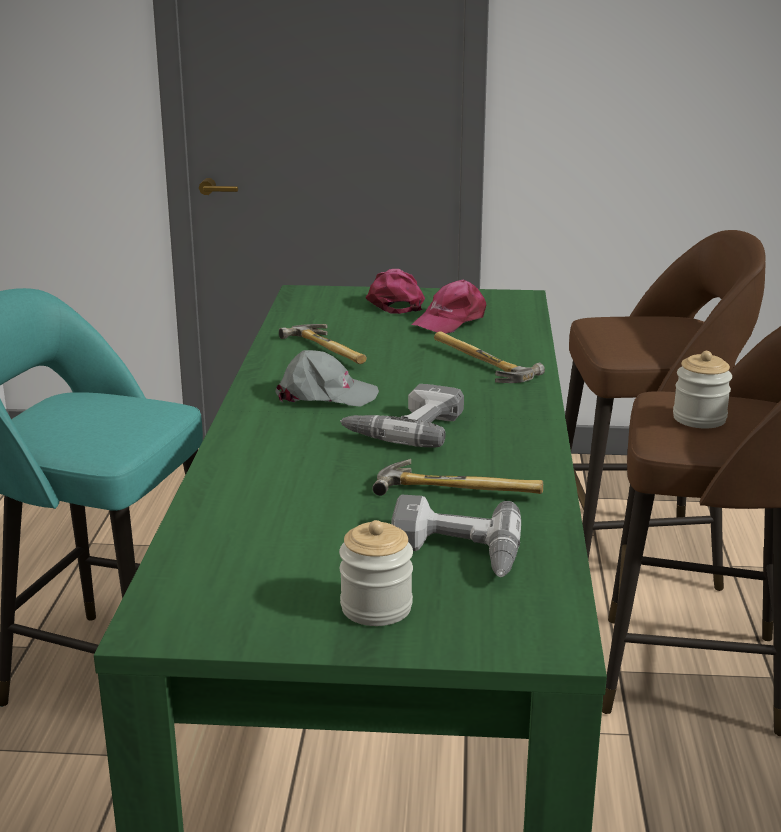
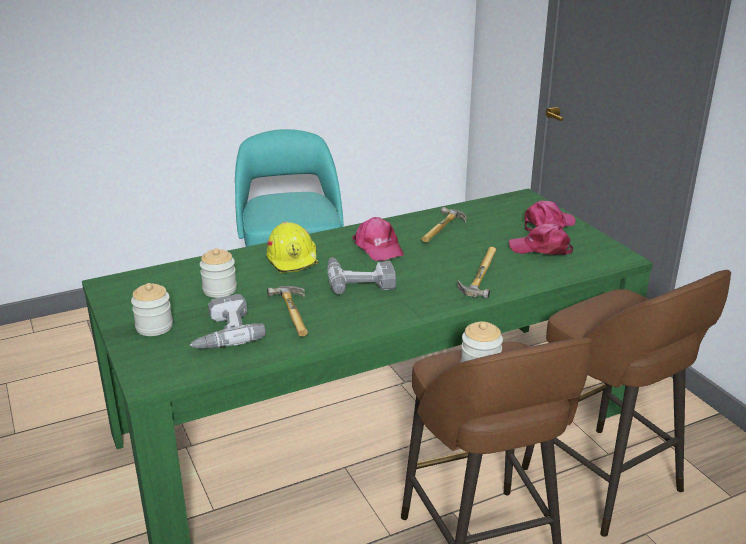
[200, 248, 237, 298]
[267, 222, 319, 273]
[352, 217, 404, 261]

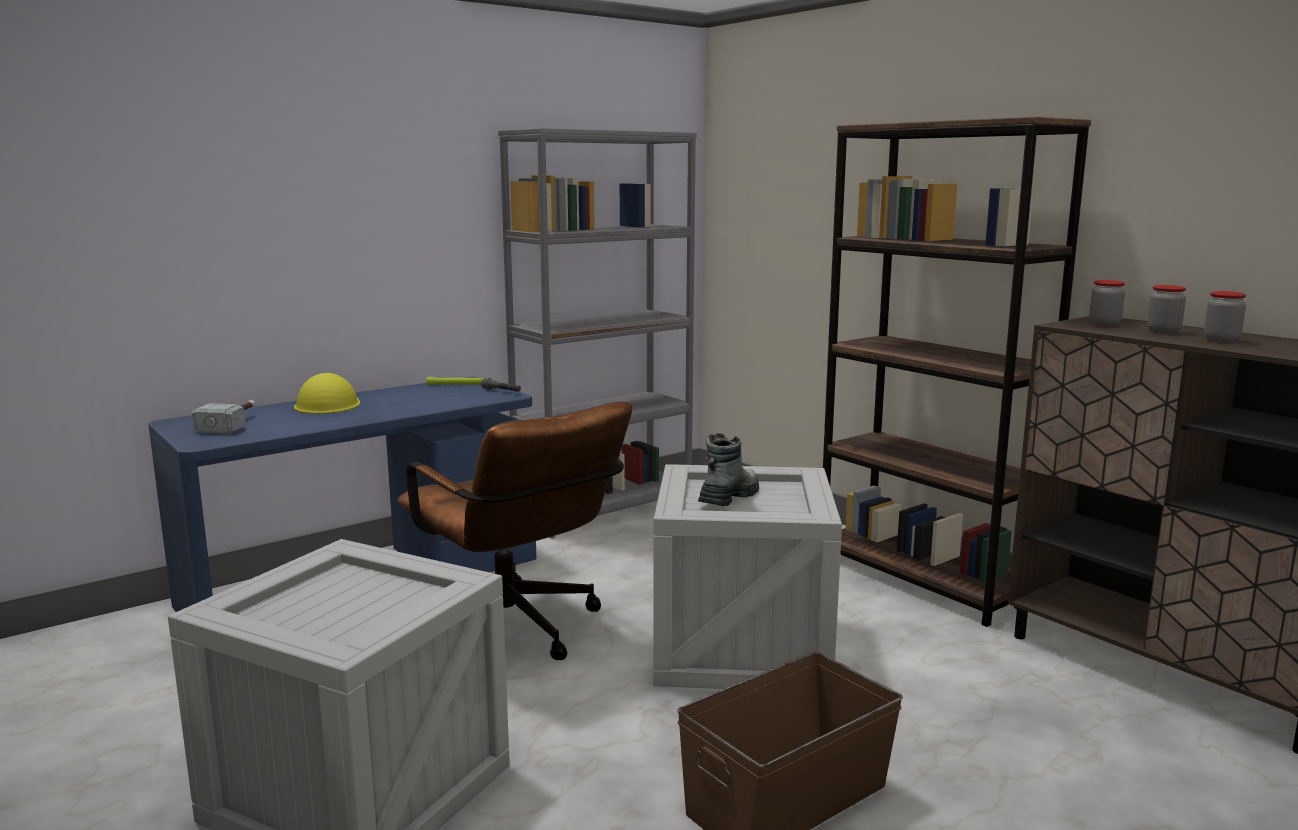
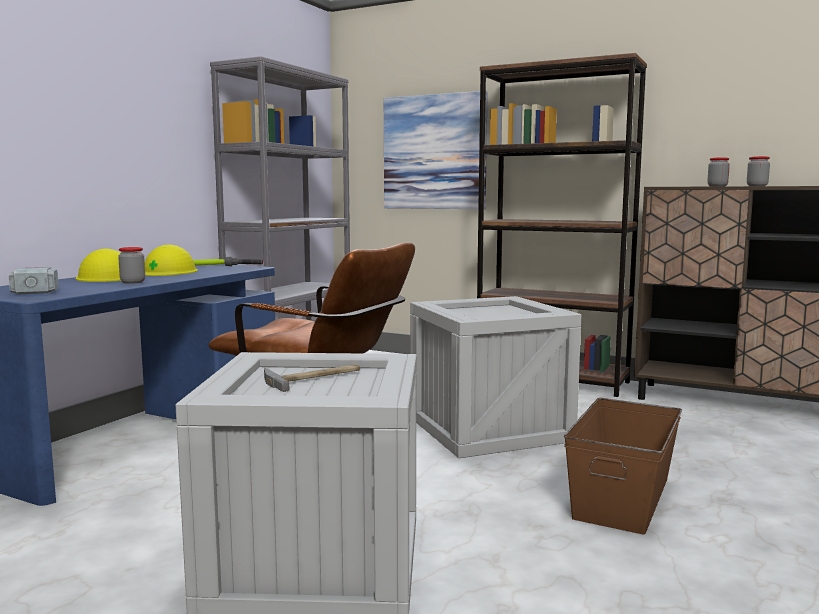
[698, 433, 759, 506] (first image)
[145, 245, 198, 276]
[264, 365, 360, 392]
[384, 91, 488, 209]
[118, 247, 145, 284]

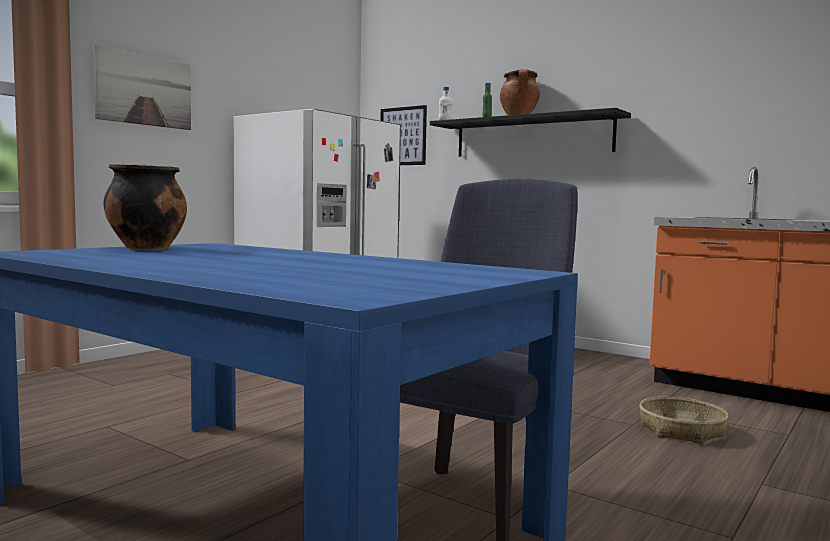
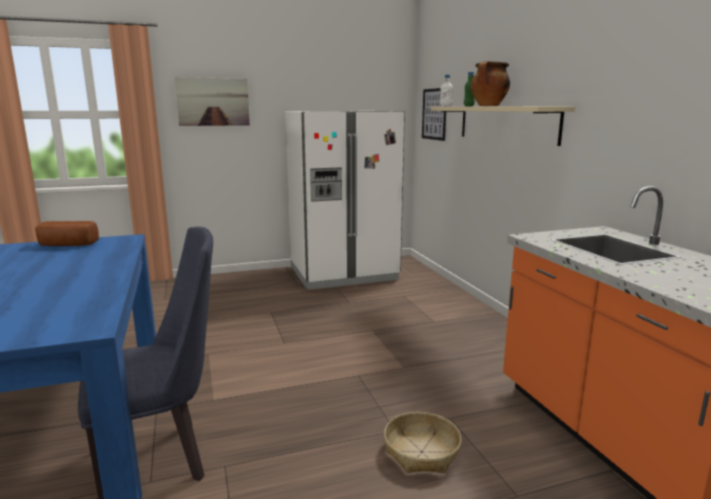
[35, 221, 99, 246]
[431, 106, 575, 146]

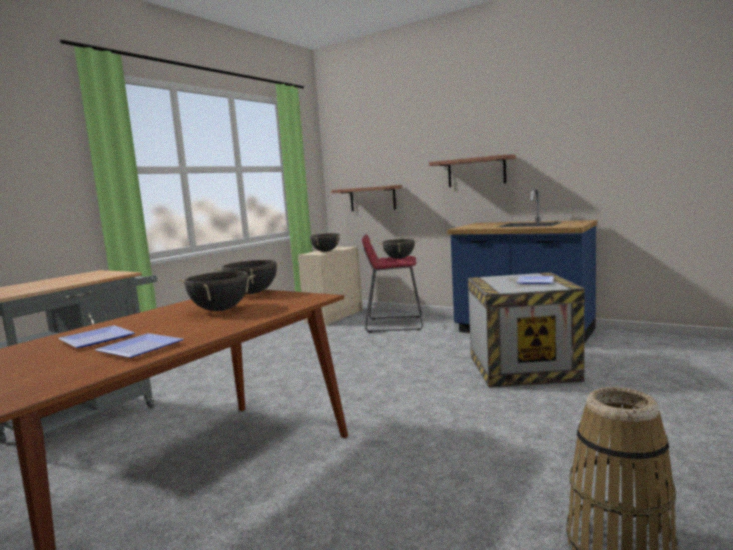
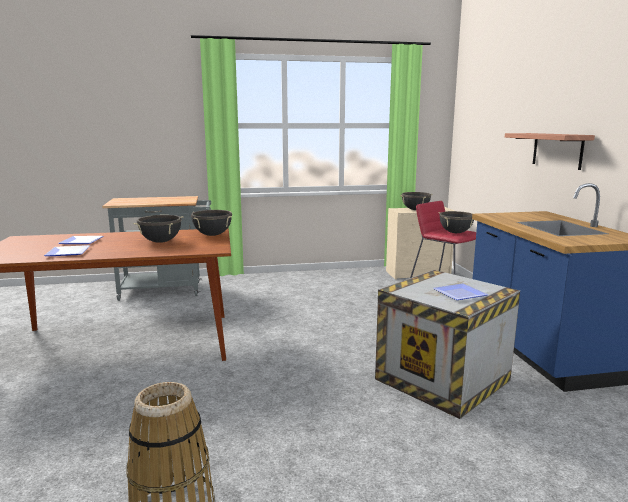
[331, 185, 402, 211] (first image)

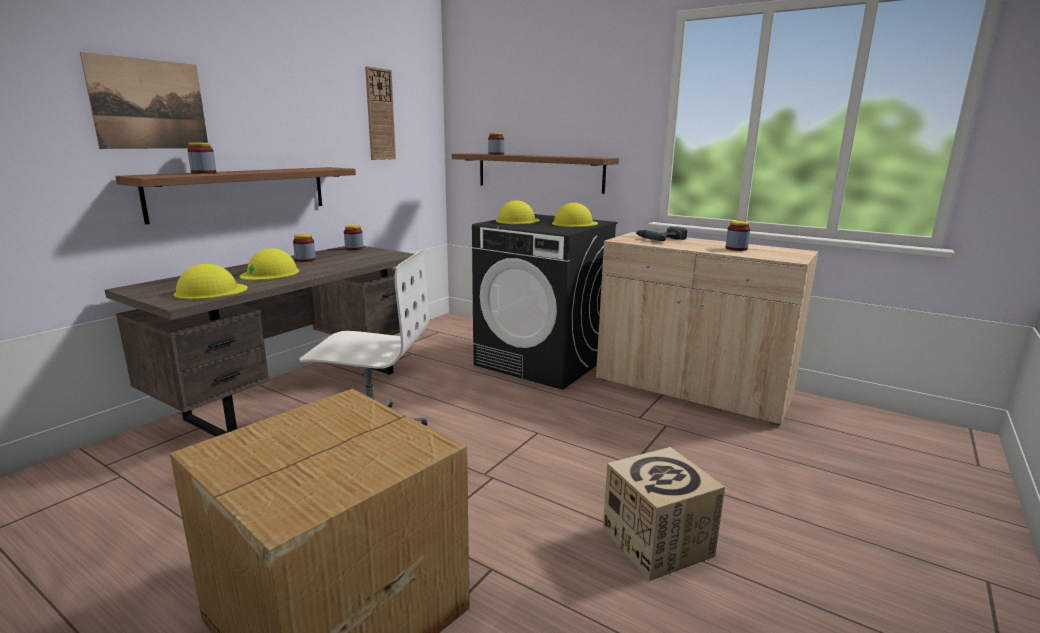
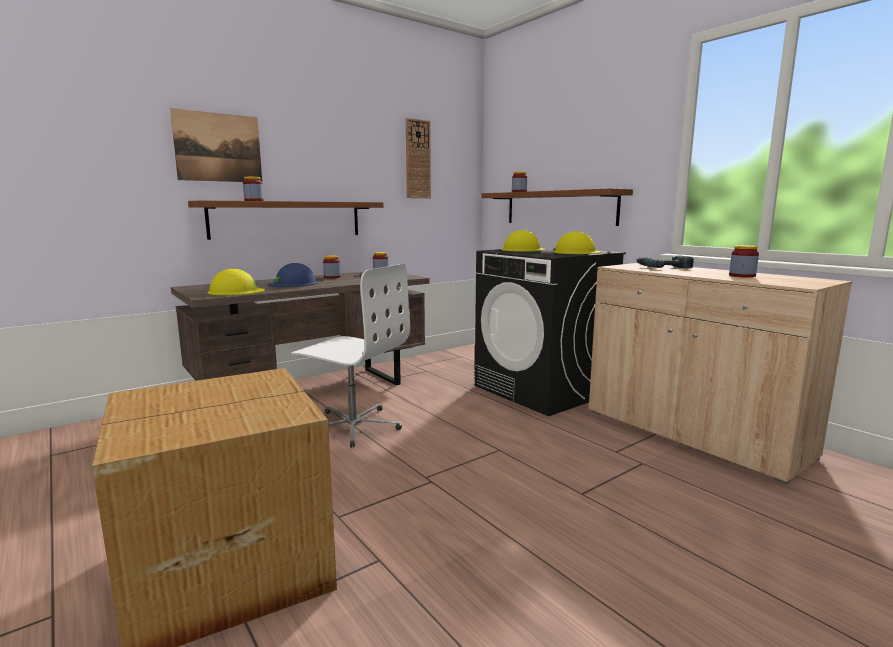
[603, 447, 725, 581] (first image)
[268, 263, 318, 287]

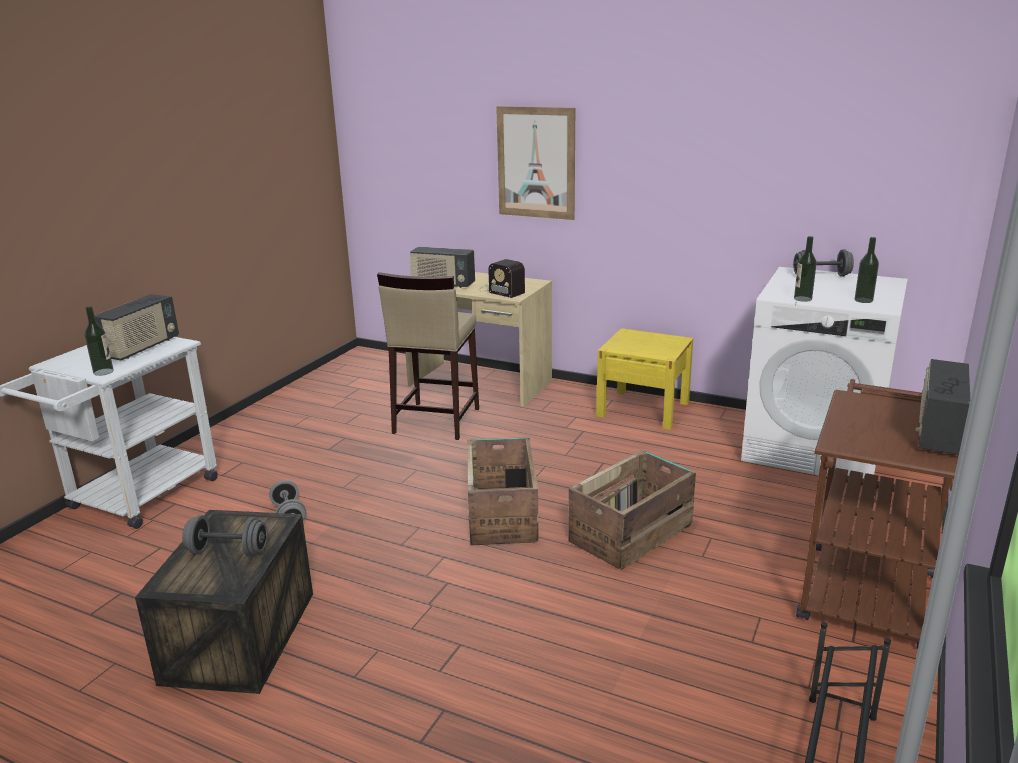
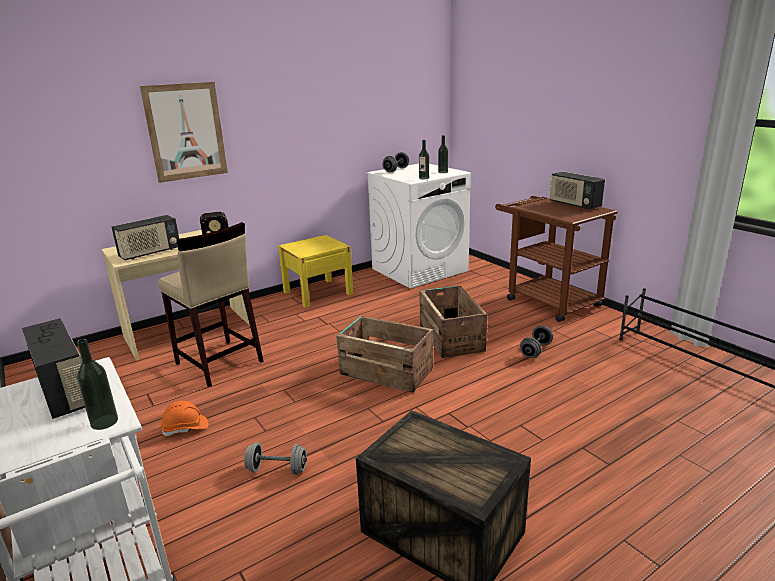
[161, 401, 208, 436]
[520, 325, 553, 358]

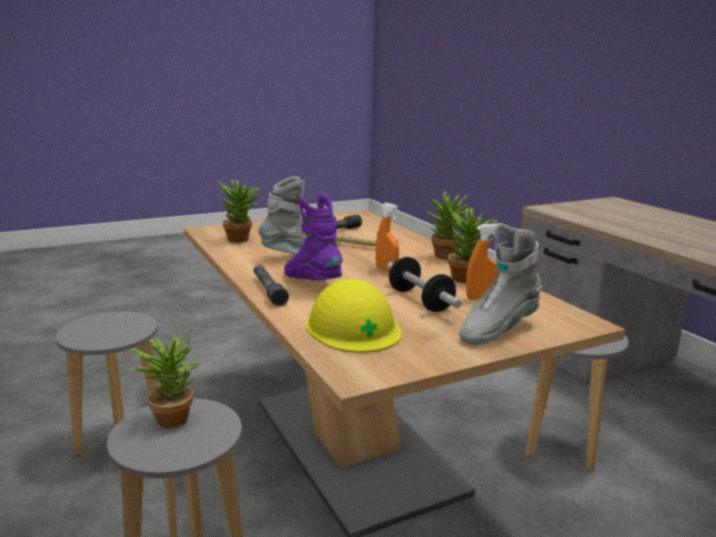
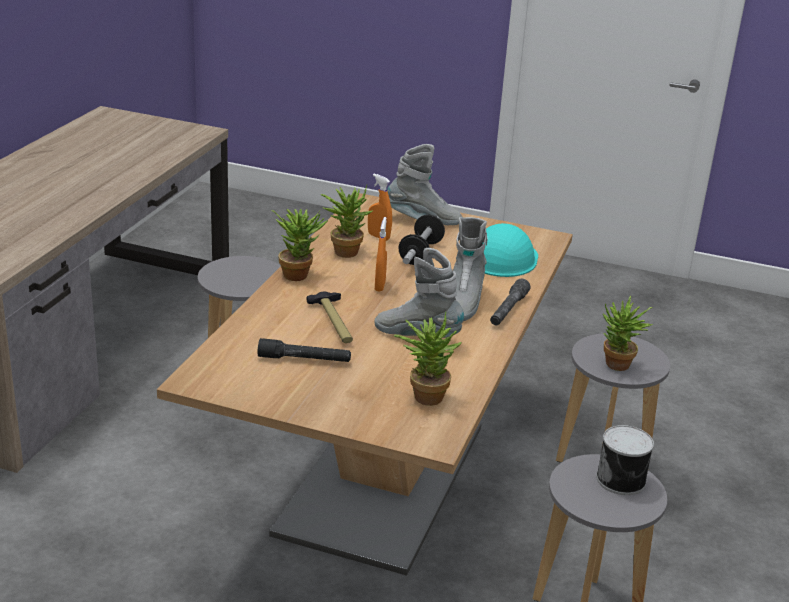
[596, 425, 654, 495]
[453, 217, 487, 321]
[482, 223, 538, 277]

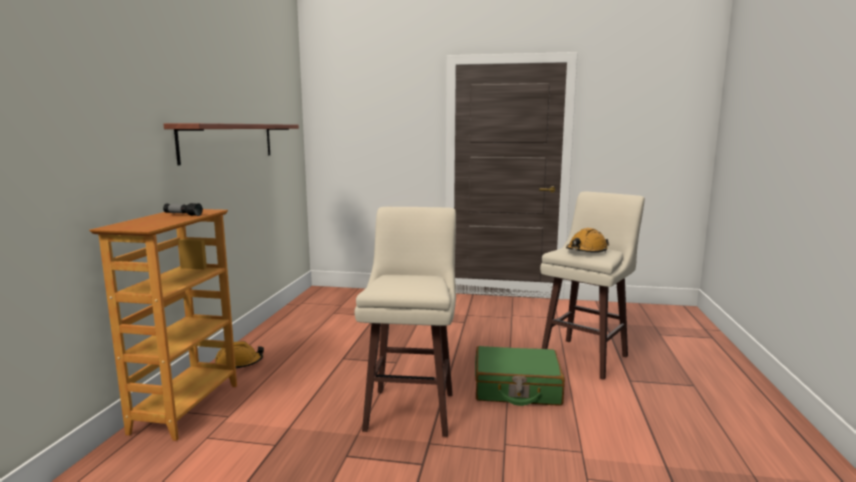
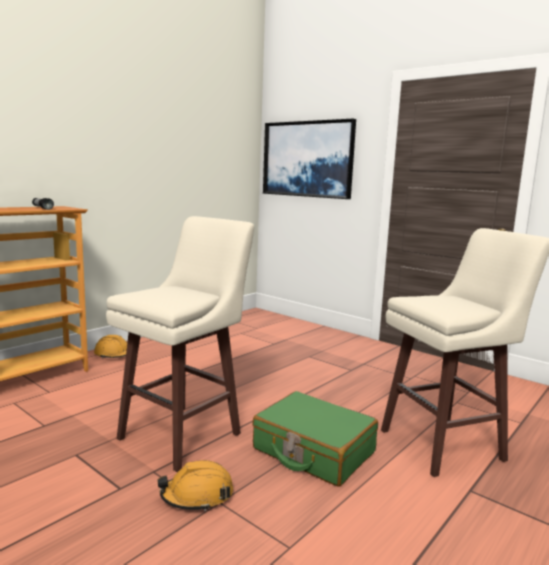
[164, 123, 299, 165] (first image)
[263, 118, 356, 199]
[157, 460, 233, 511]

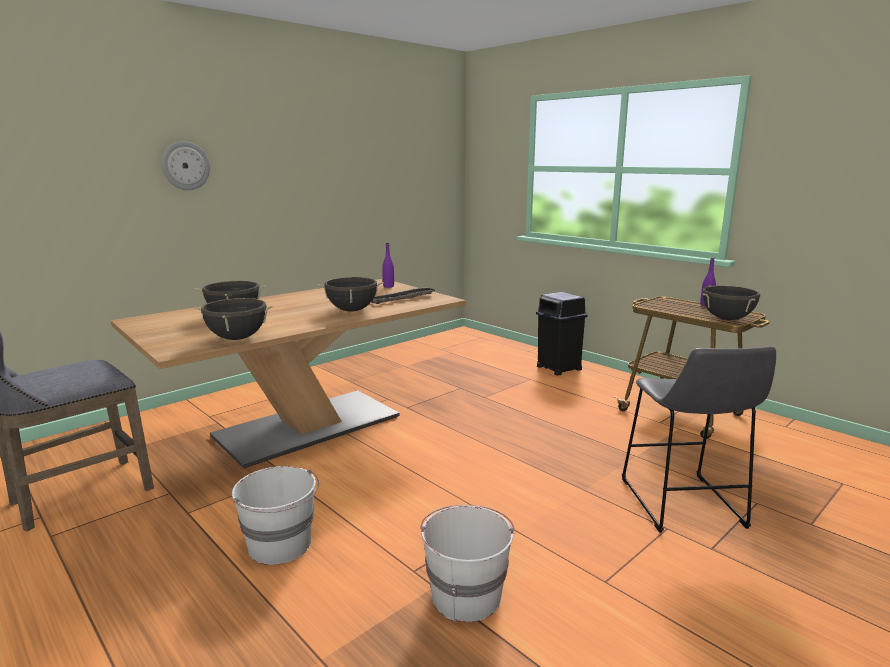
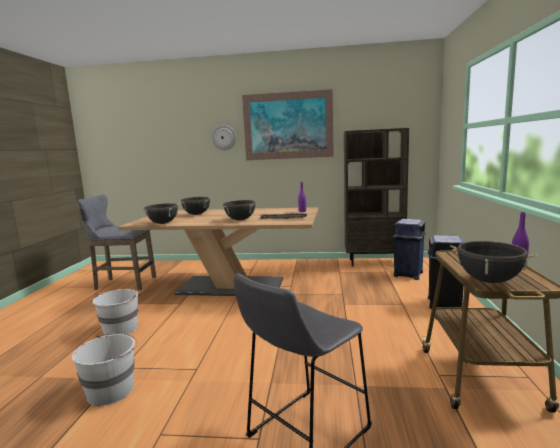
[242, 89, 334, 160]
[344, 128, 409, 266]
[393, 219, 426, 280]

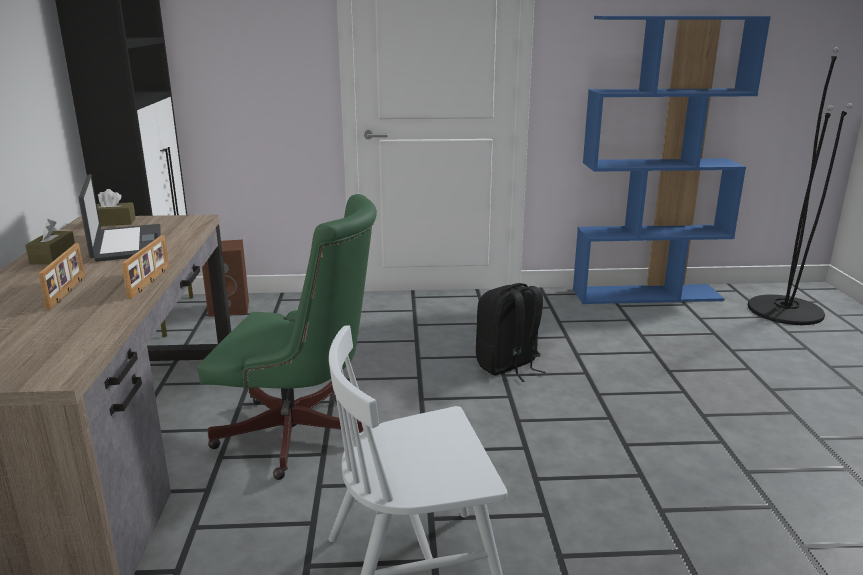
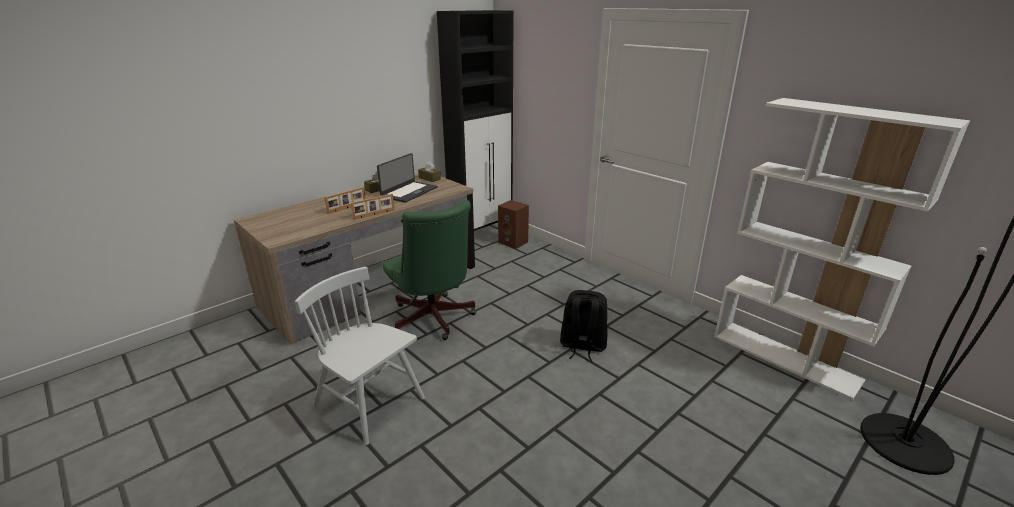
[714, 98, 970, 400]

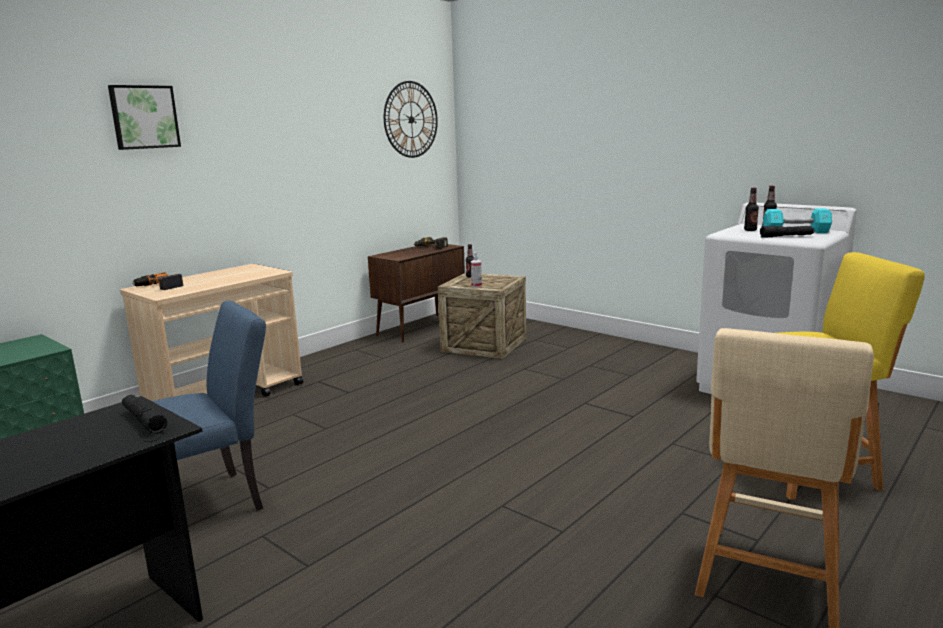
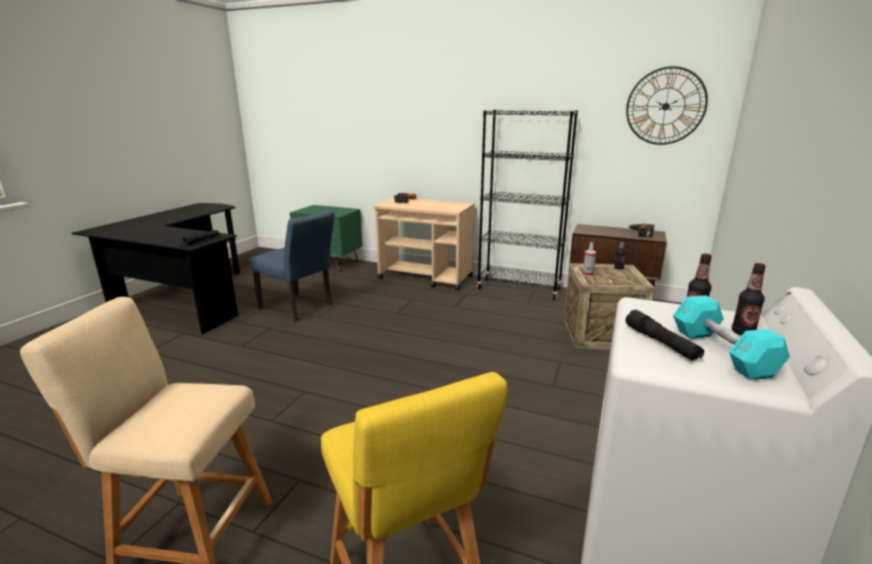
[108, 85, 181, 150] (first image)
[477, 110, 578, 300]

